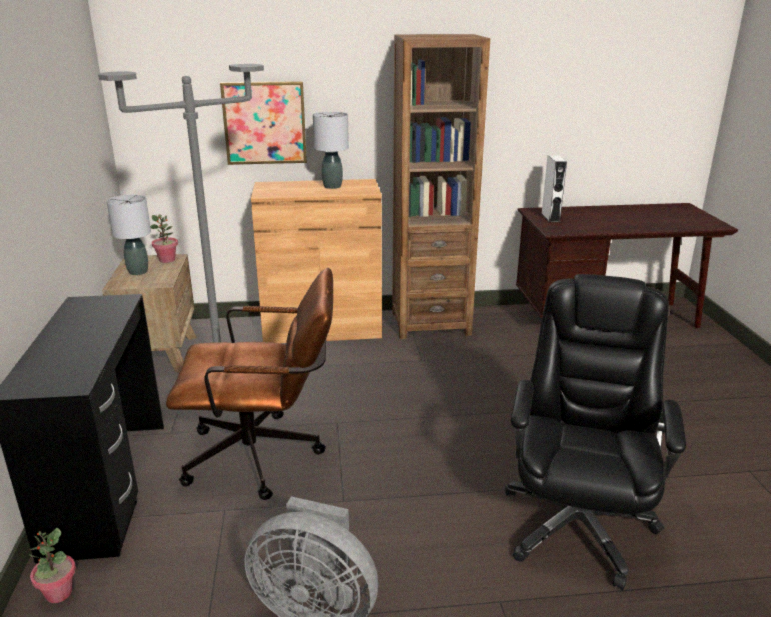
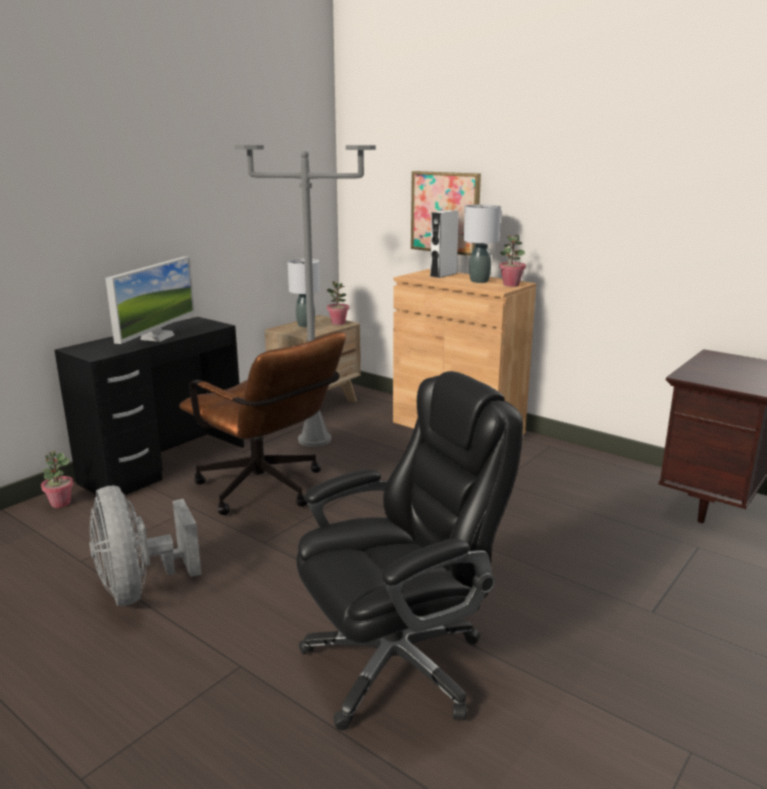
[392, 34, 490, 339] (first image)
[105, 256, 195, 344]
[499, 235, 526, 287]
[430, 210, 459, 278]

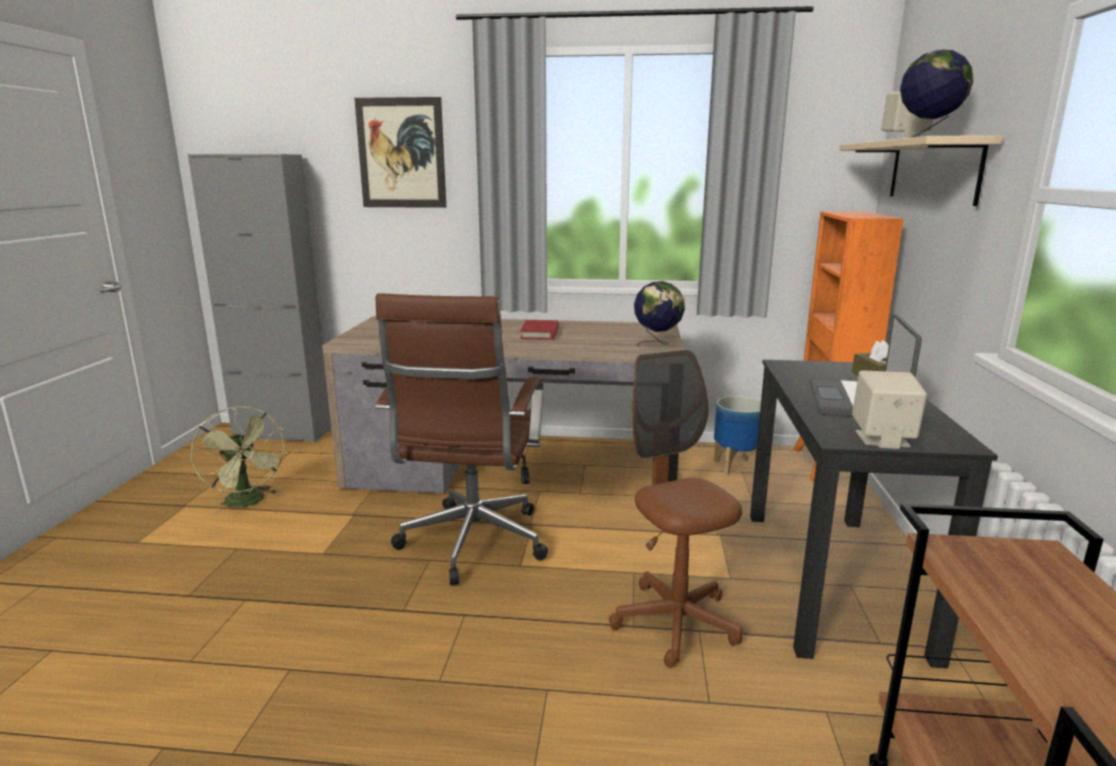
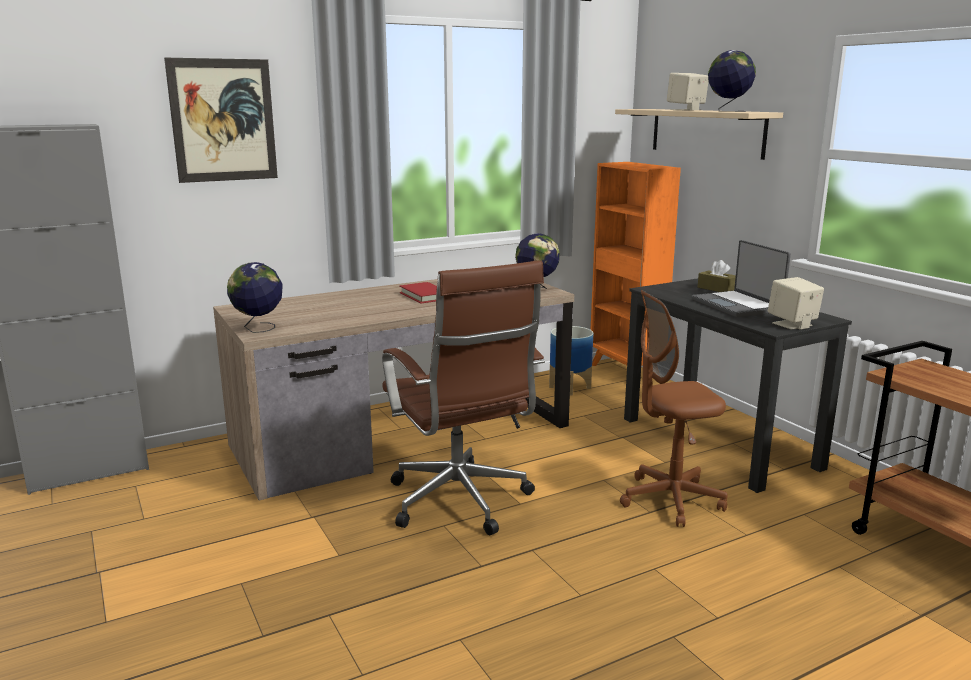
[191, 406, 287, 515] (first image)
[227, 262, 282, 333]
[620, 290, 728, 527]

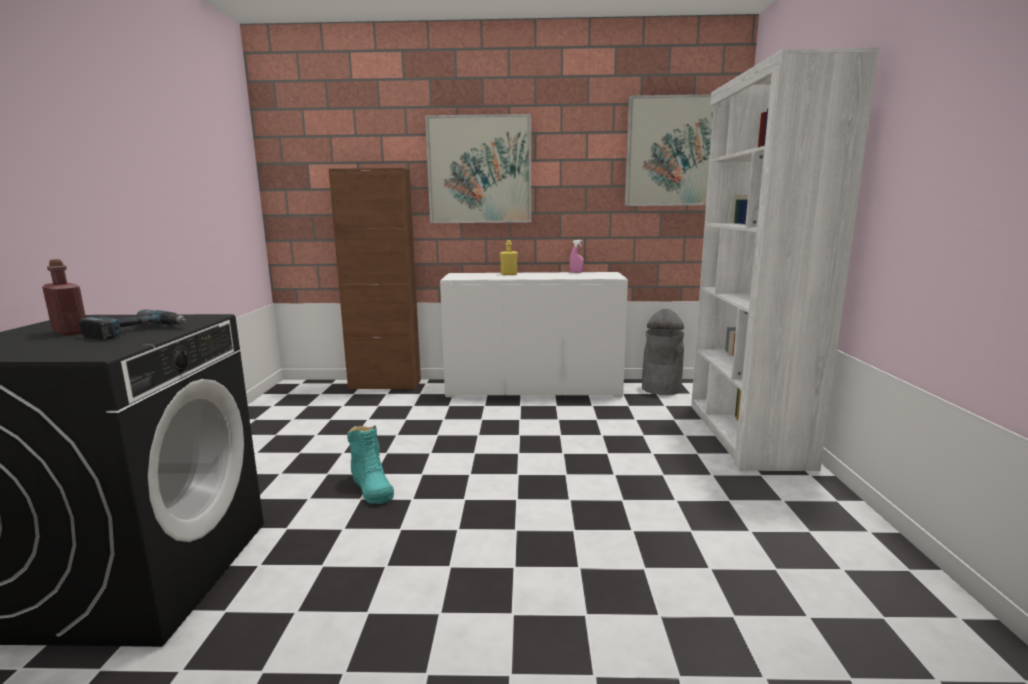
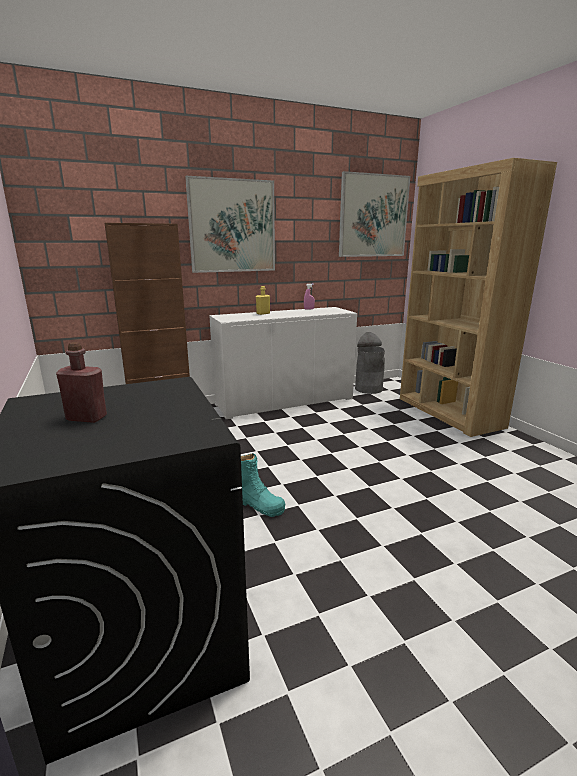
[79, 309, 186, 340] (first image)
[400, 158, 557, 437]

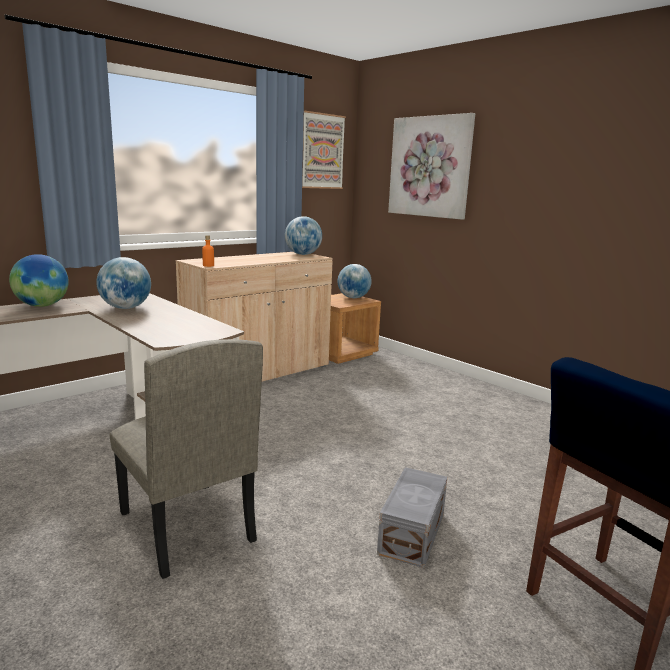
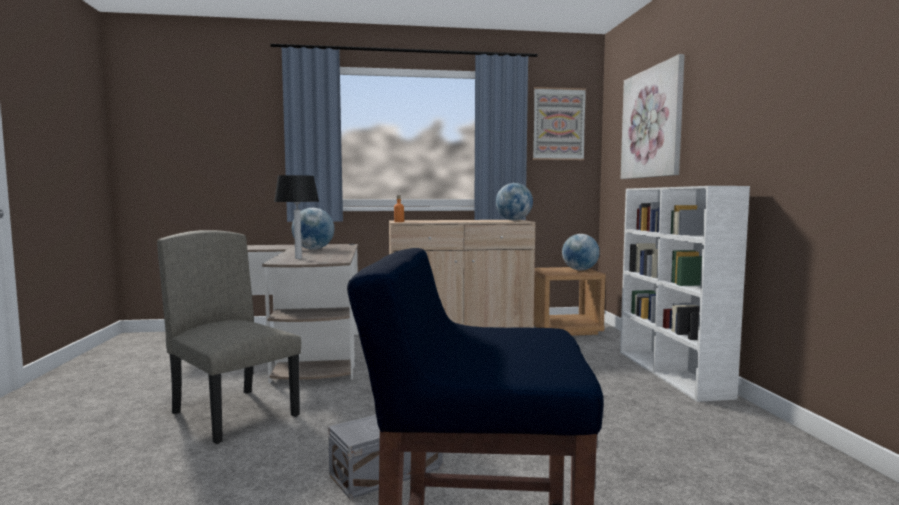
[9, 254, 69, 307] (first image)
[274, 175, 319, 259]
[620, 186, 750, 402]
[157, 230, 302, 444]

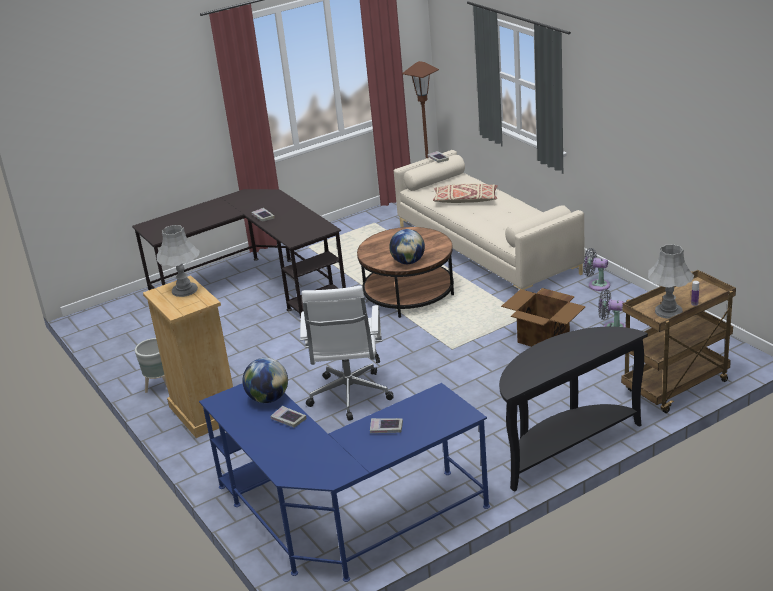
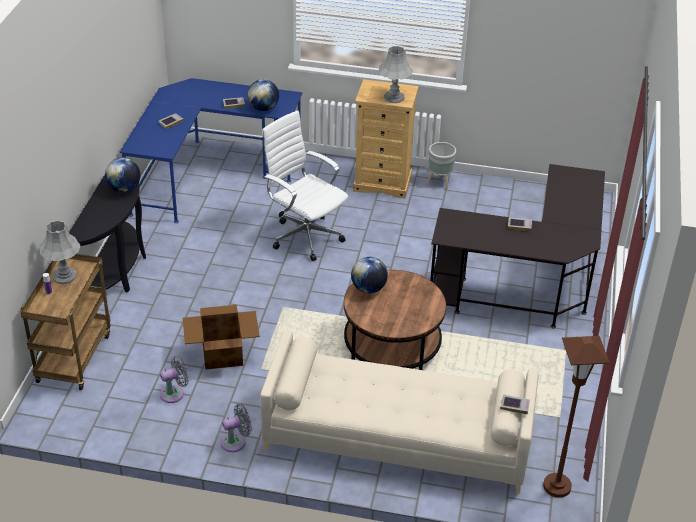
[433, 183, 498, 203] (first image)
[105, 158, 141, 193]

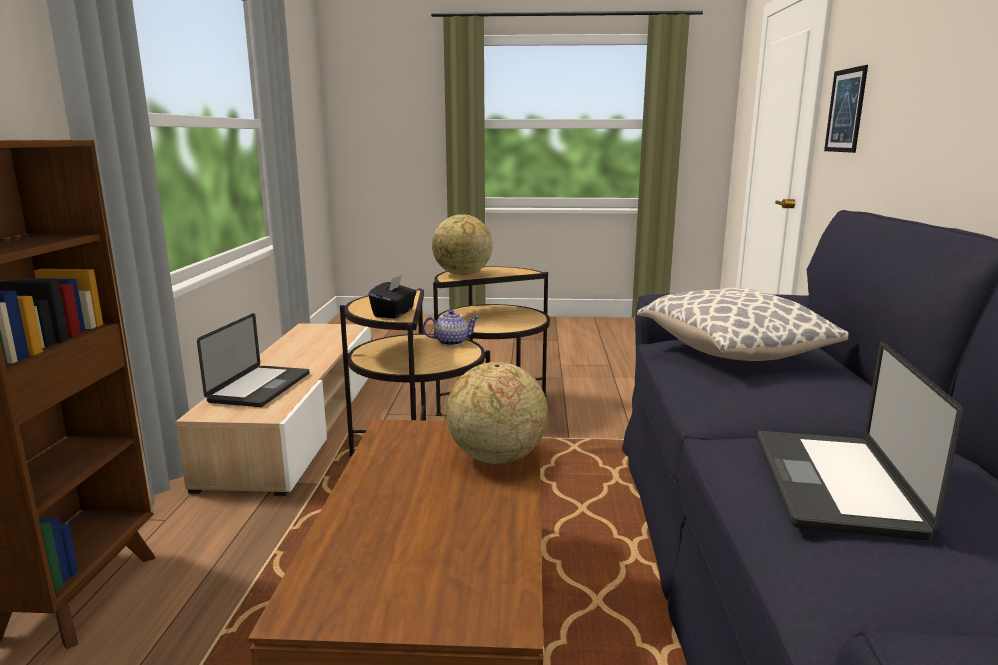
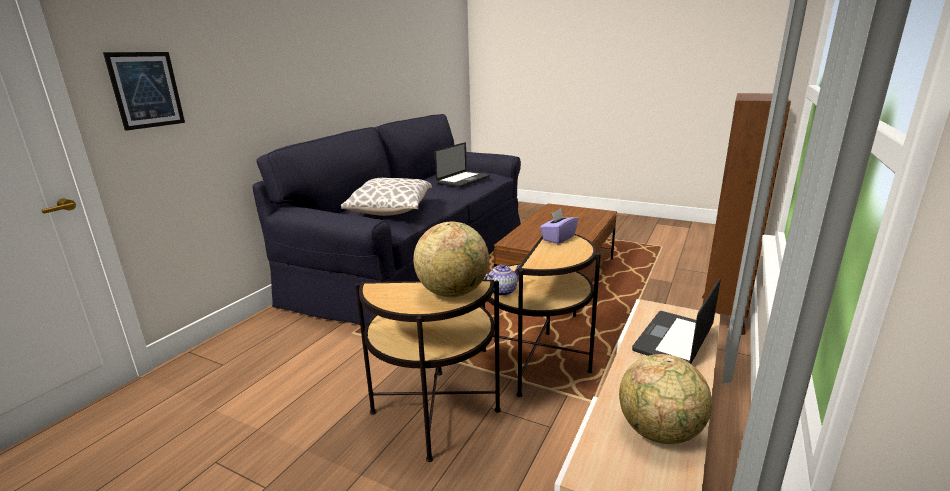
[619, 354, 712, 444]
[540, 209, 578, 244]
[483, 264, 520, 296]

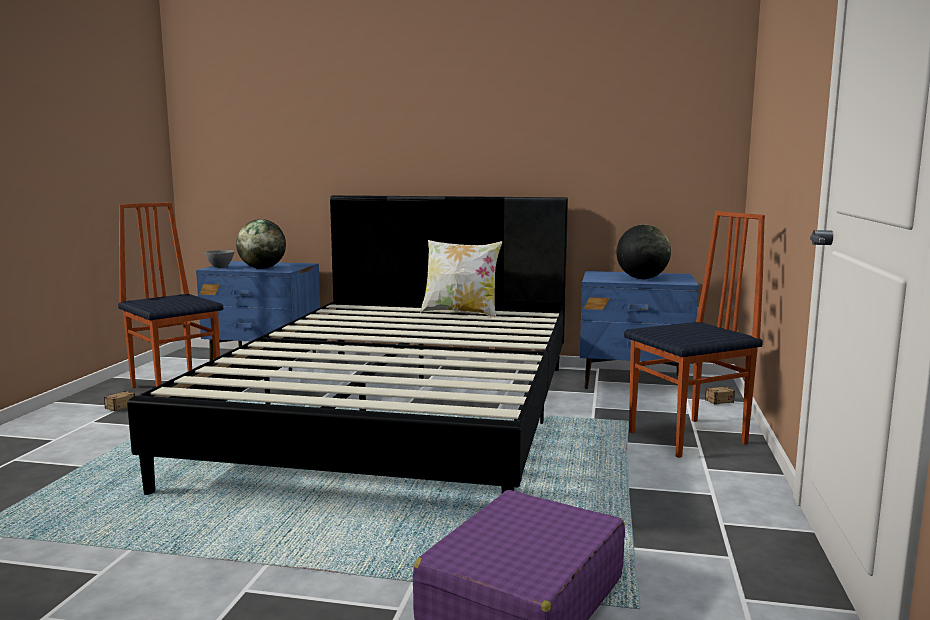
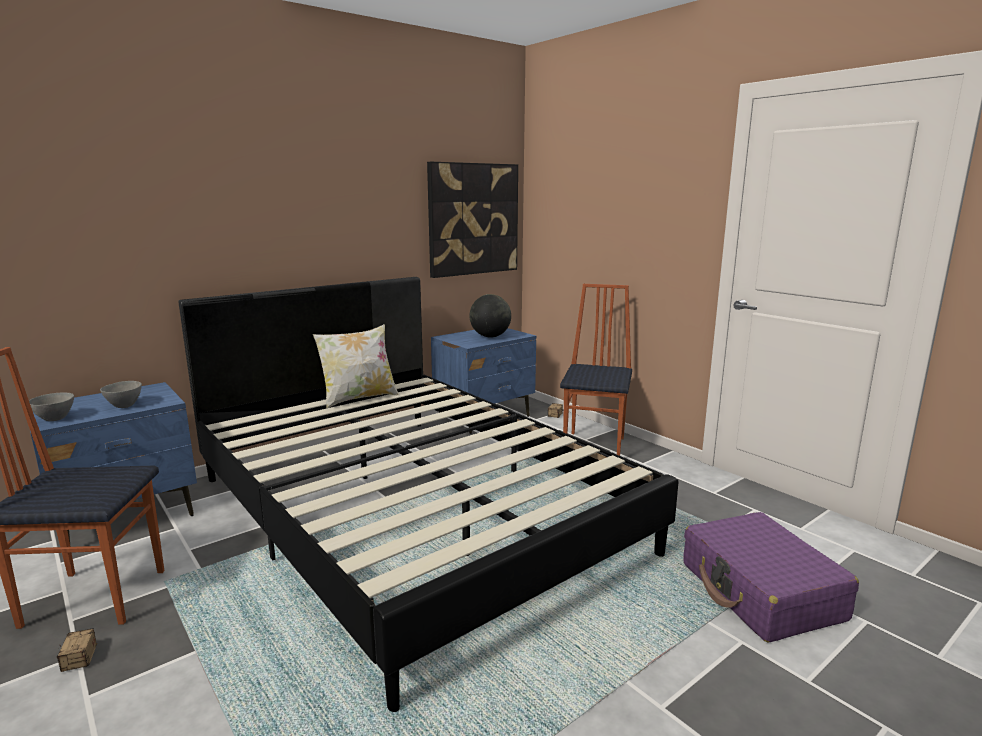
[427, 162, 518, 278]
[100, 381, 142, 408]

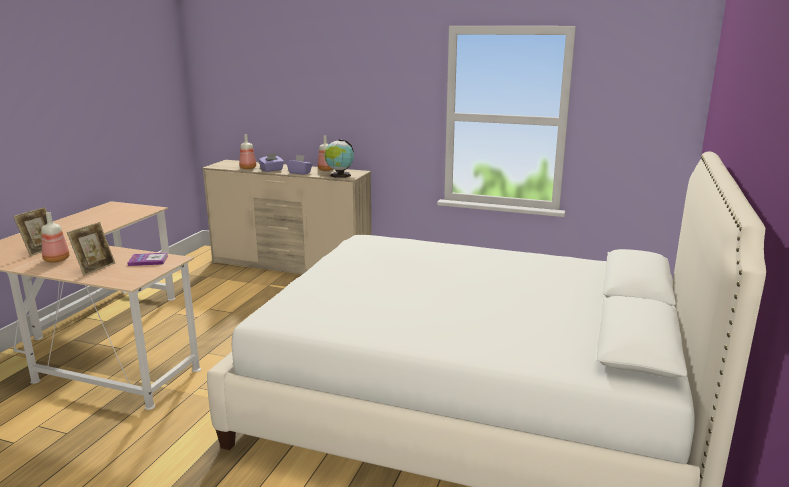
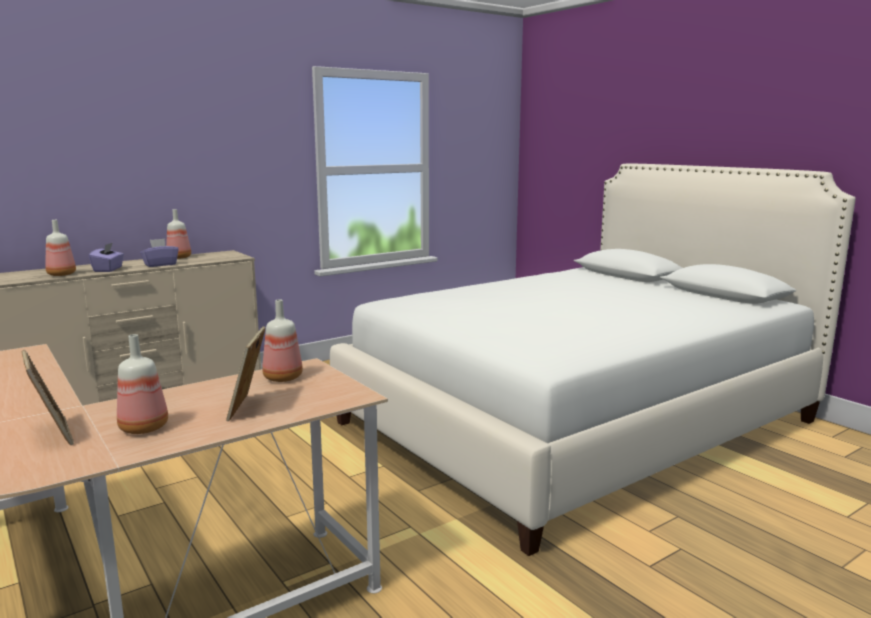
[324, 139, 354, 178] (first image)
[262, 299, 303, 382]
[226, 326, 265, 421]

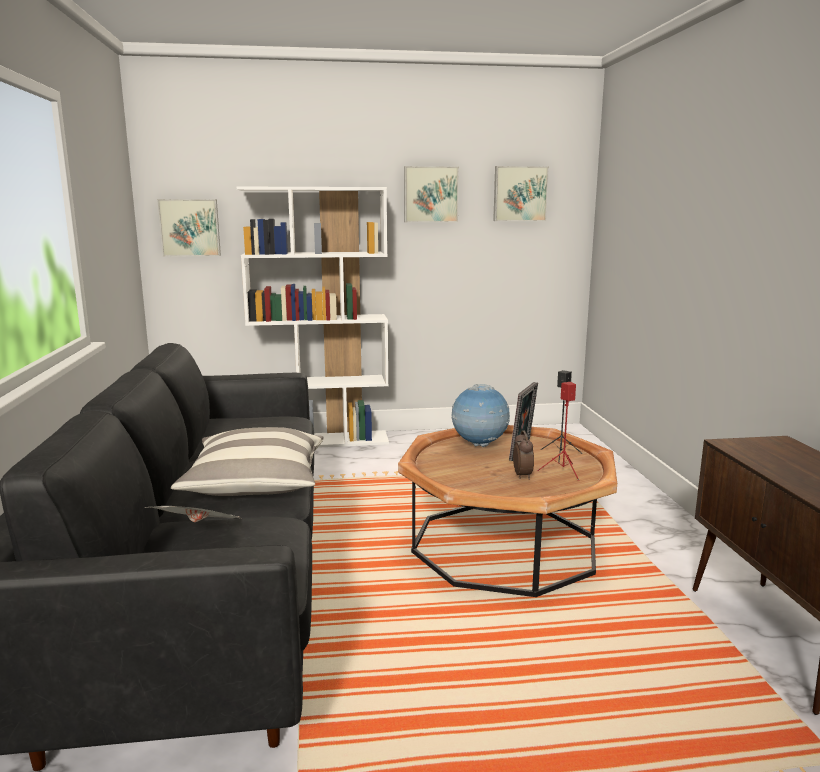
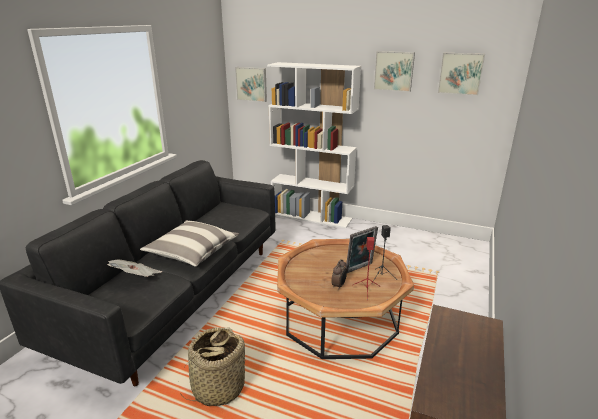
[451, 384, 510, 447] (first image)
[180, 327, 246, 406]

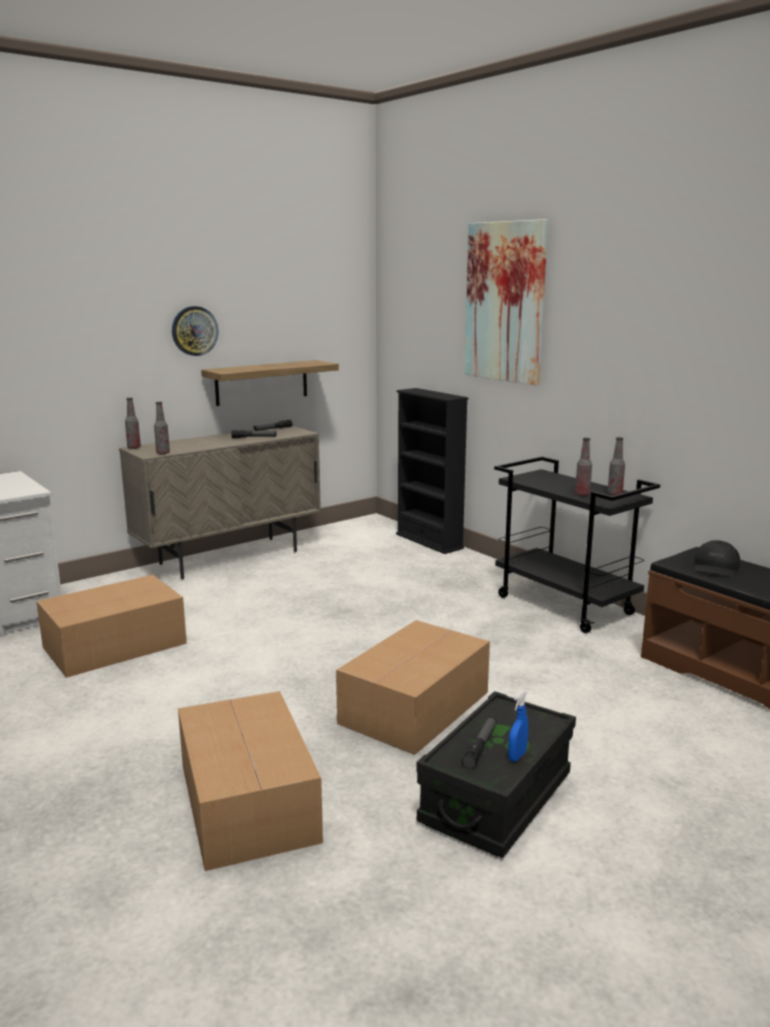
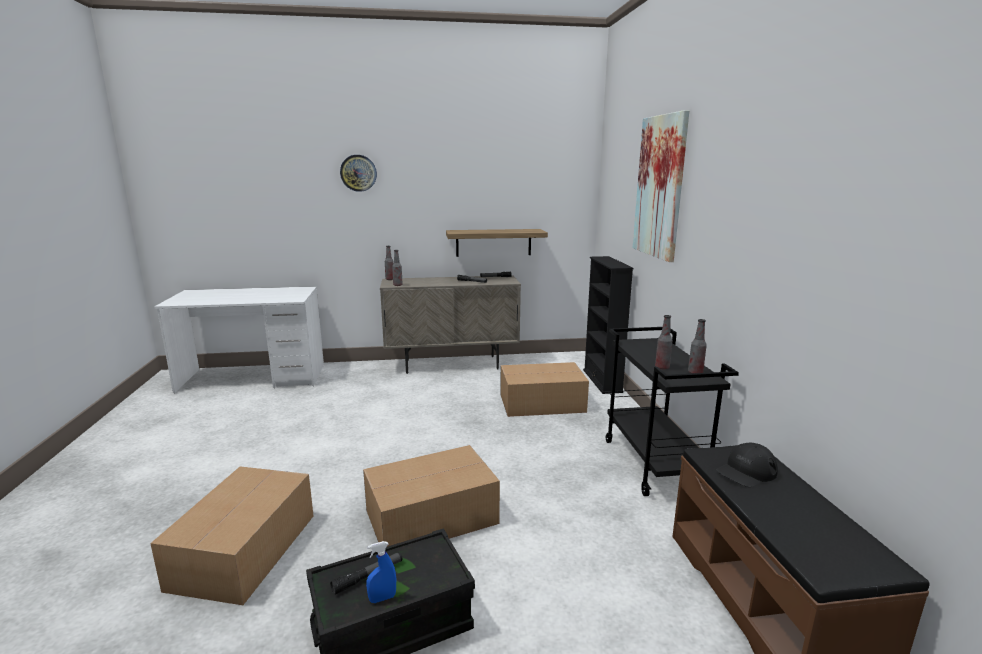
[500, 362, 589, 417]
[340, 155, 377, 192]

